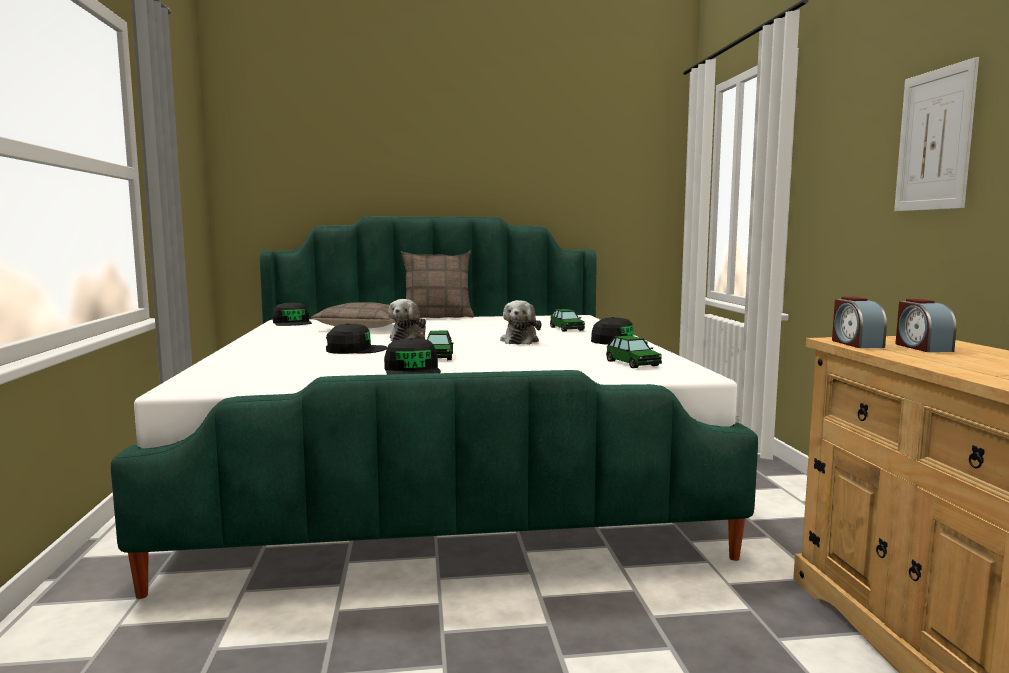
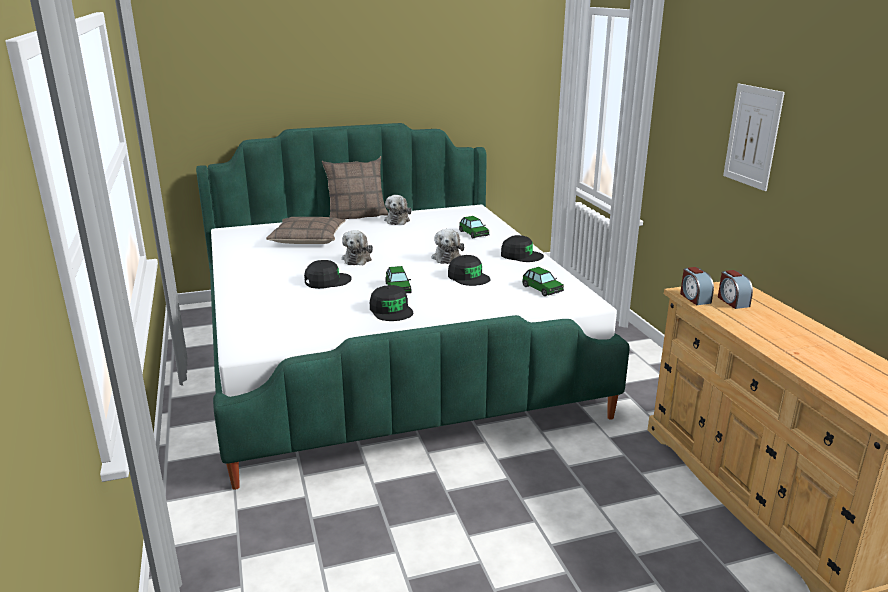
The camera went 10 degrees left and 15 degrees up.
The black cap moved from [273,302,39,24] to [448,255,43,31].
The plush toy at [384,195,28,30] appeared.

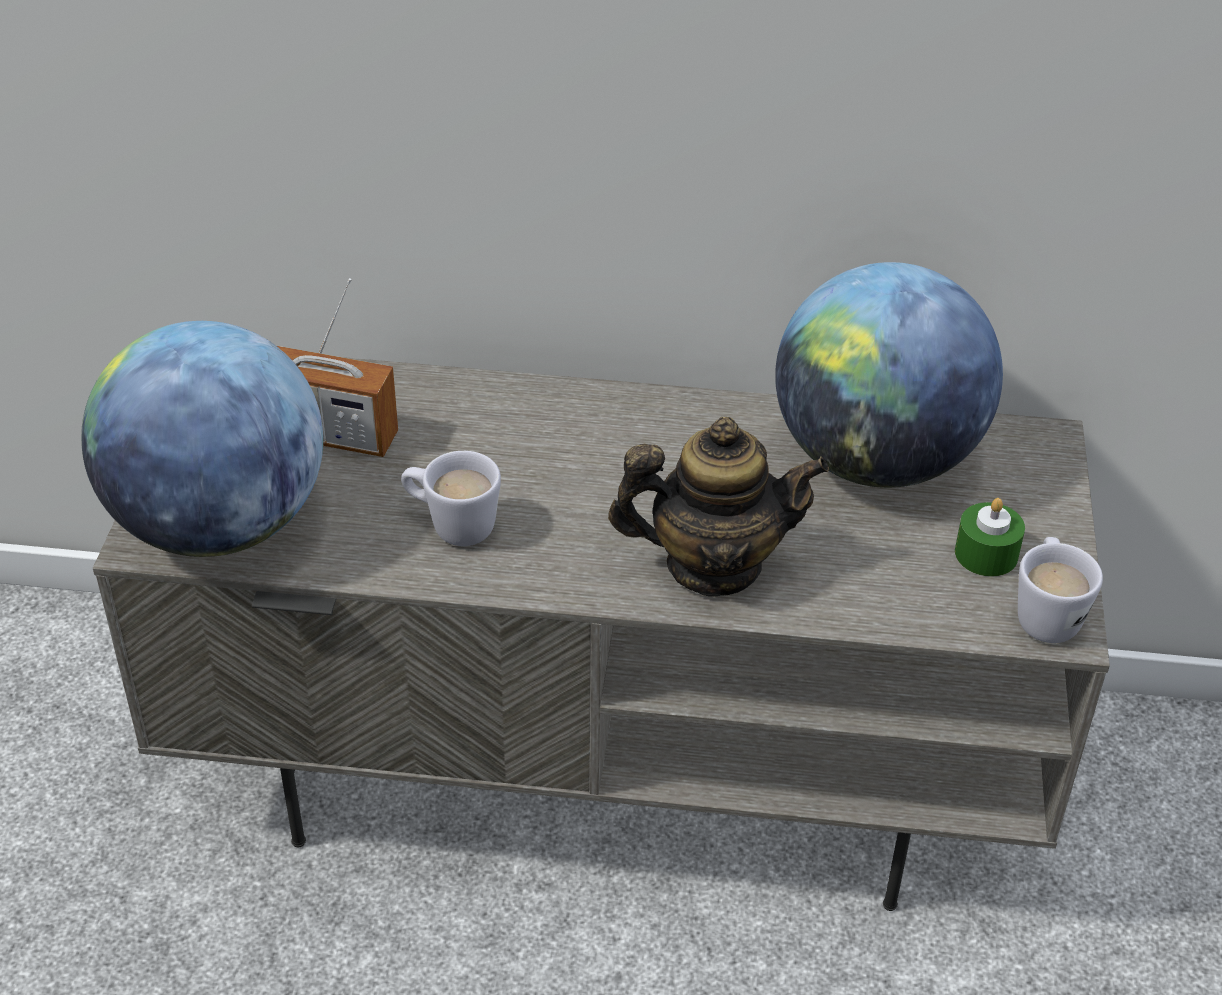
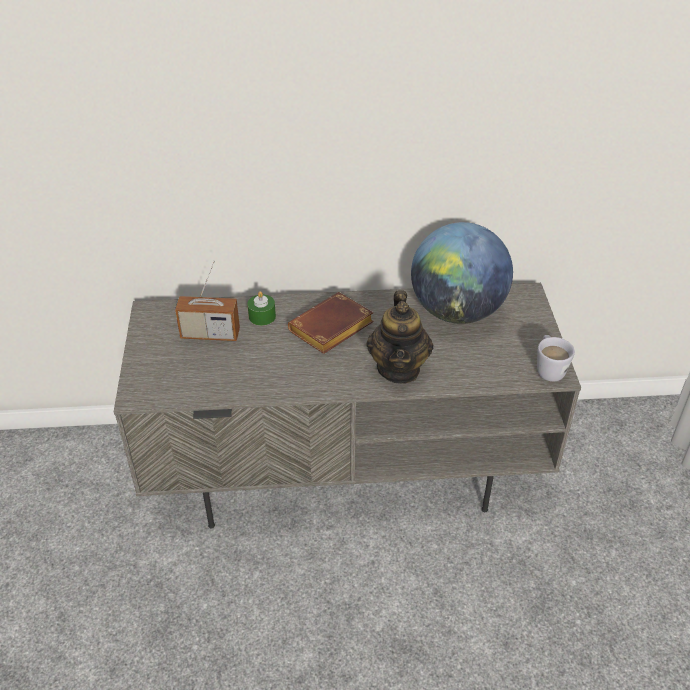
The camera went 10 degrees left and 0 degrees up.
The globe at [81,321,242,236] disappeared.
The white mug at [401,451,100,95] disappeared.
The teapot at [608,417,221,179] turned 105 degrees clockwise.
The green candle moved from [955,498,70,79] to [247,291,29,35].
The brown book at [288,292,86,62] appeared.

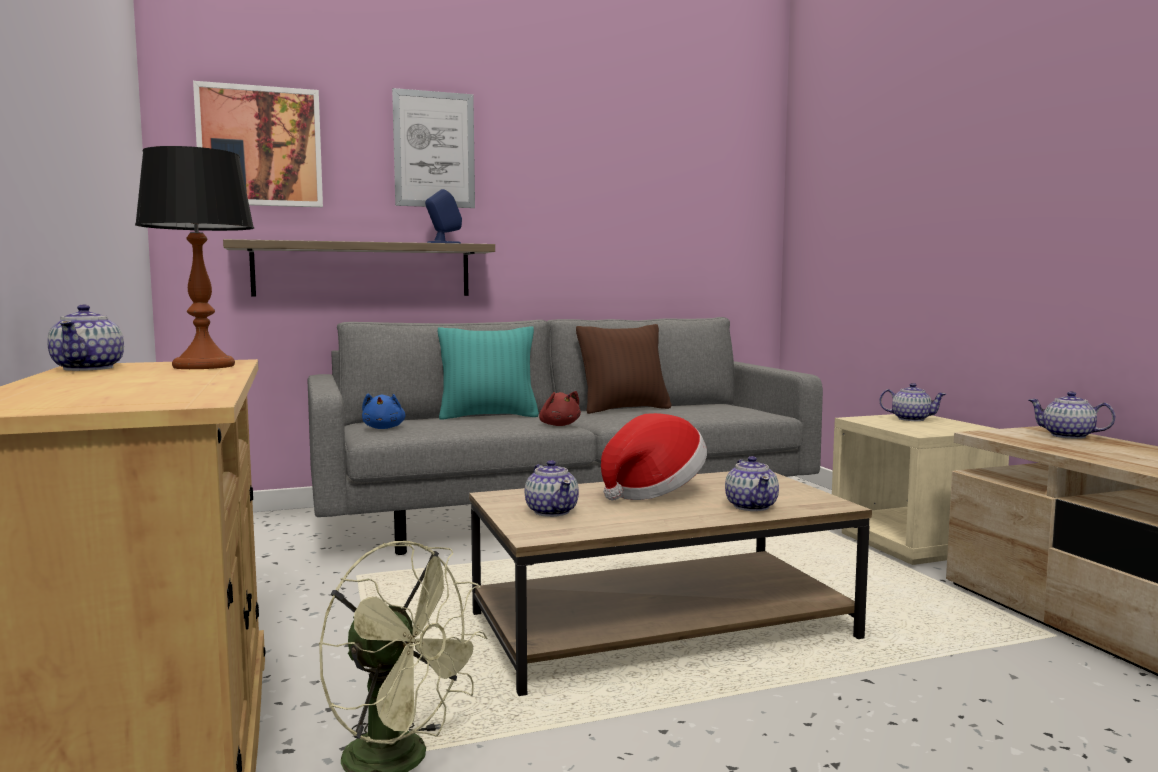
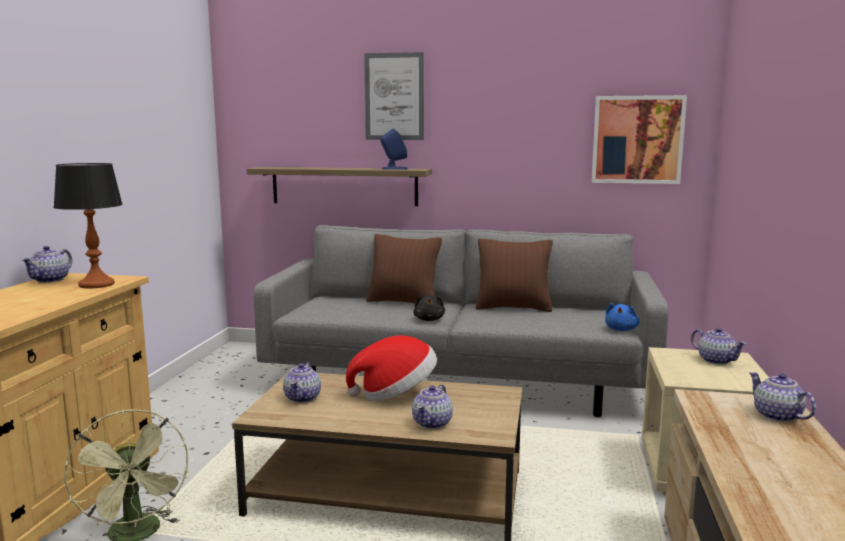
The camera went 30 degrees right and 5 degrees up.
The picture moved from [193,81,130,127] to [592,95,95,89].
The blue plush toy moved from [362,394,43,35] to [605,303,35,28].
The turquoise pillow at [438,326,101,94] became the brown pillow at [366,234,76,69].
The red plush toy at [539,391,42,35] became the black plush toy at [413,295,32,26].

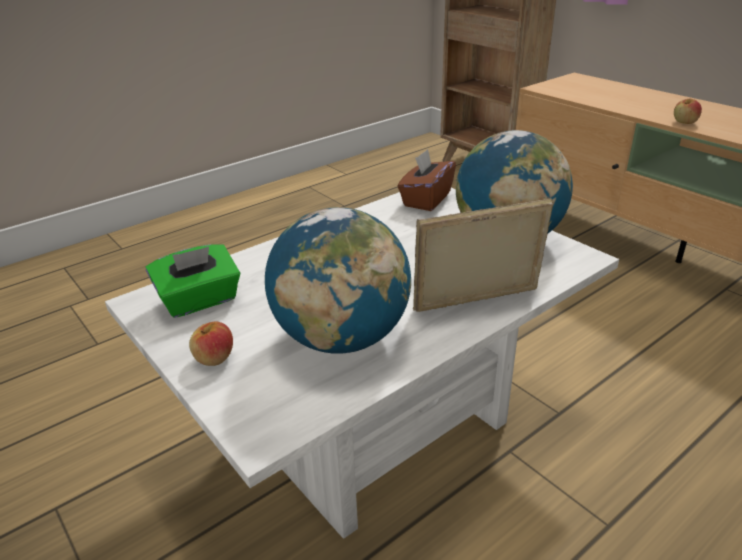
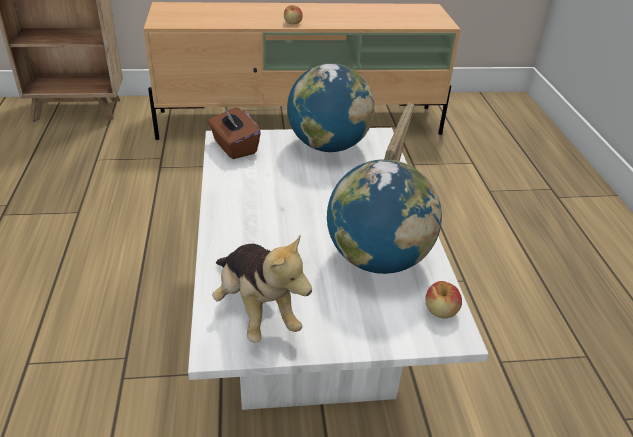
The camera went 60 degrees left and 5 degrees up.
The green tissue box at [146,244,94,74] was replaced by the plush toy at [213,234,99,109].
The apple moved from [189,321,44,45] to [425,281,37,37].

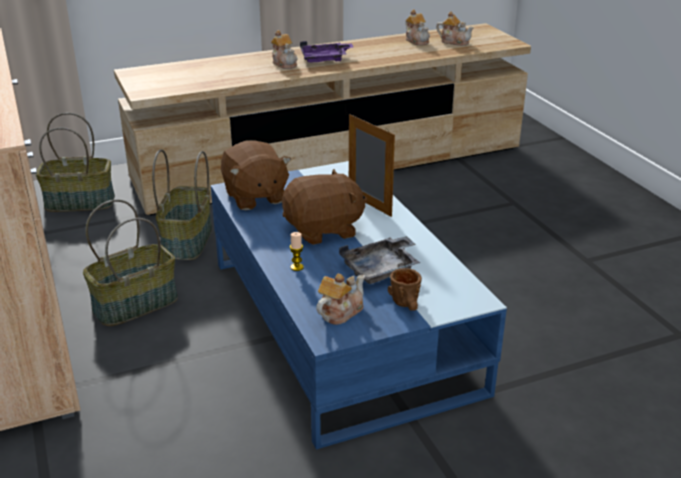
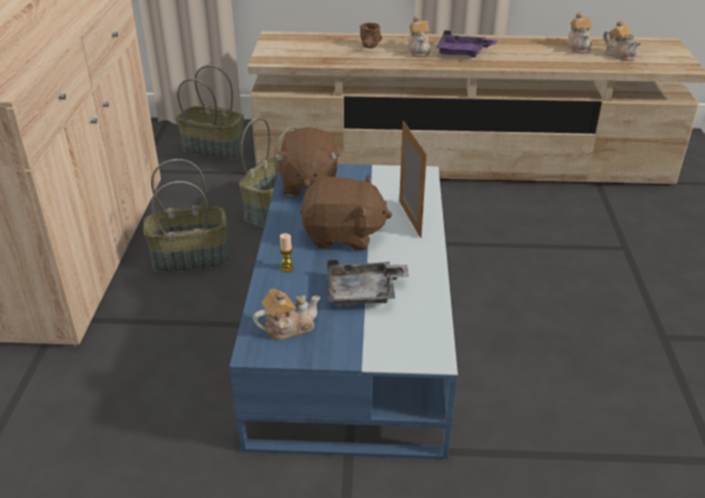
The camera went 25 degrees right and 5 degrees up.
The brown mug moved from [388,268,34,43] to [360,22,22,26].

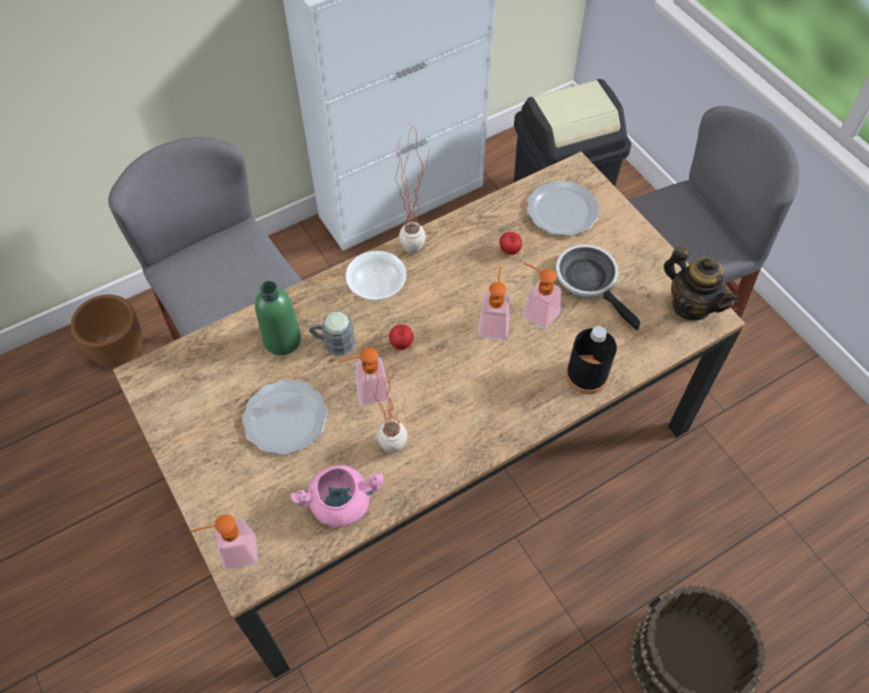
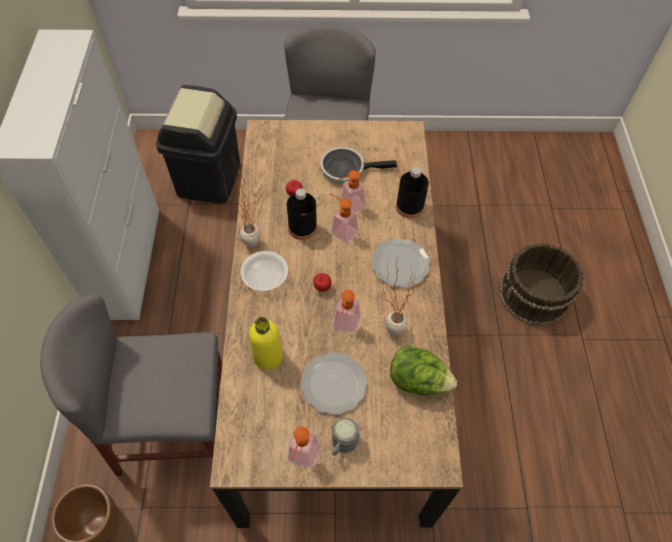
The camera went 60 degrees left and 0 degrees up.
The soap dispenser moved from [190,514,68,55] to [288,426,31,41].
The green bottle at [255,281,46,74] became the yellow bottle at [249,317,34,53].
The pink cooking pot at [290,465,94,63] was replaced by the lettuce at [390,346,67,50].
The grey mug moved from [309,311,47,45] to [332,418,27,38].
The plate moved from [527,181,72,55] to [371,238,59,50].
The teapot at [664,246,76,75] disappeared.
The black bottle at [287,189,30,51] appeared.

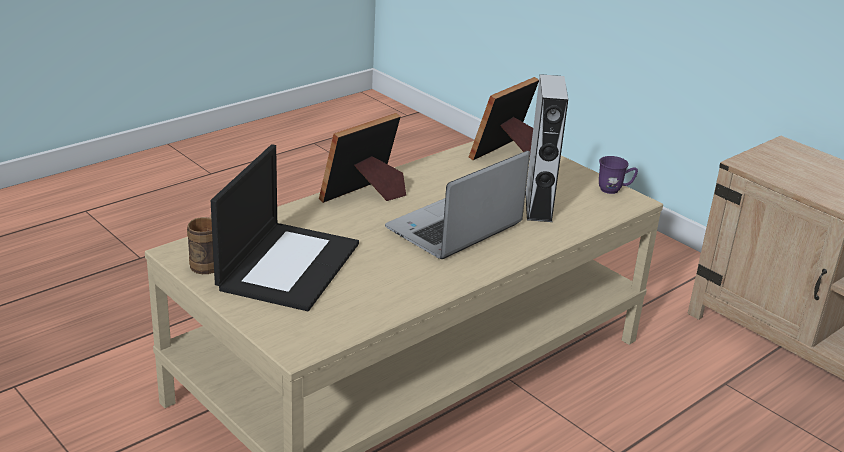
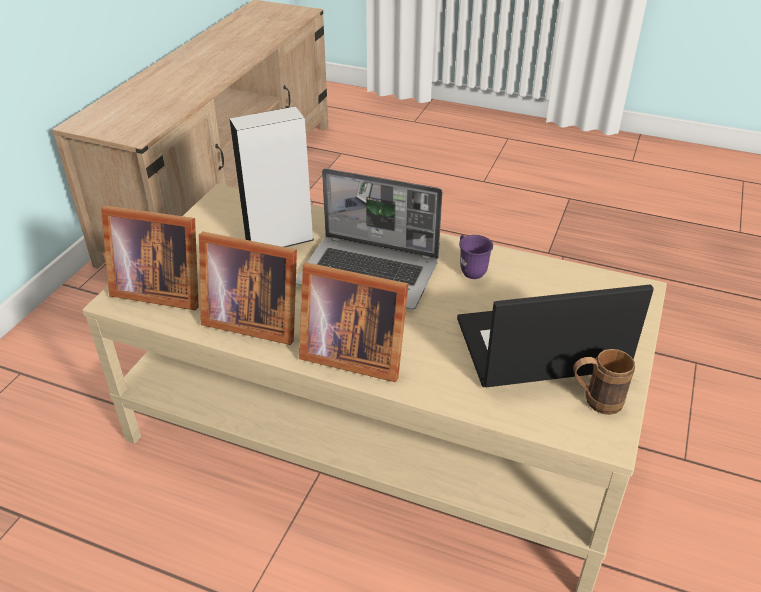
The camera went 115 degrees left and 10 degrees up.
The purple mug moved from [599,156,39,38] to [459,235,34,44].
The picture frame at [199,232,98,113] appeared.

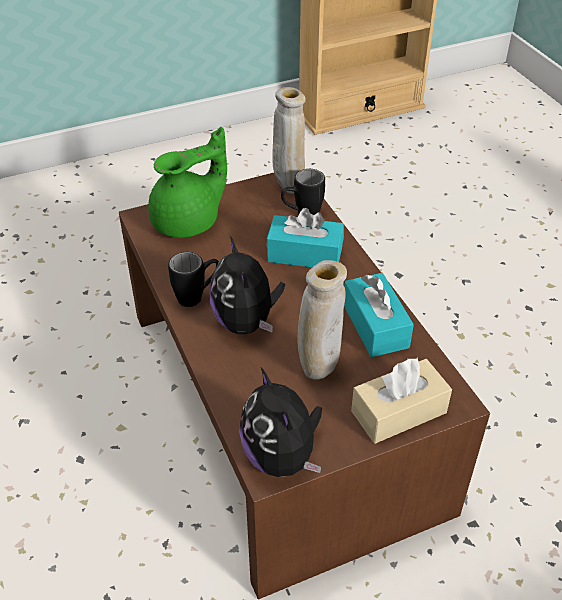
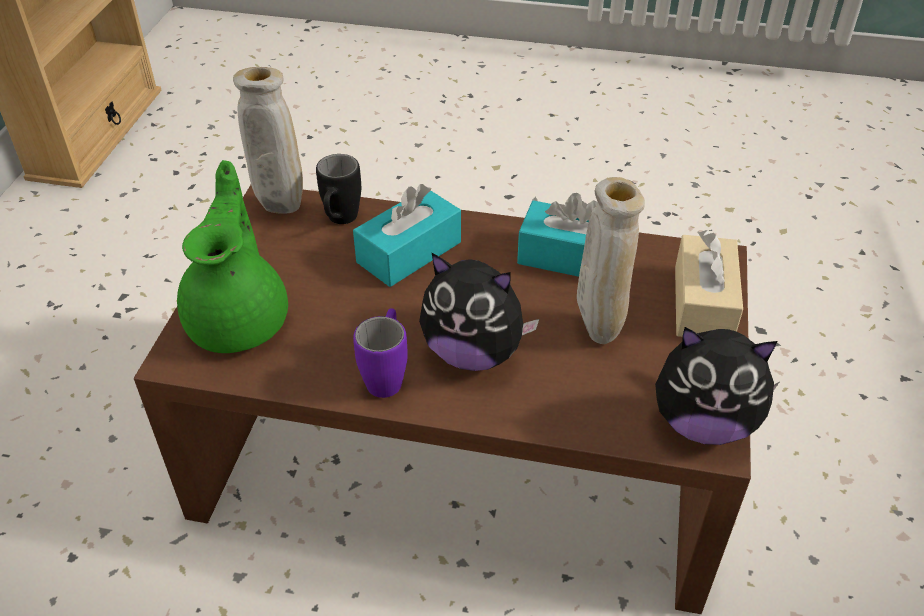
The camera went 55 degrees left and 0 degrees up.
The black mug at [168,252,51,55] became the purple mug at [353,308,55,90].

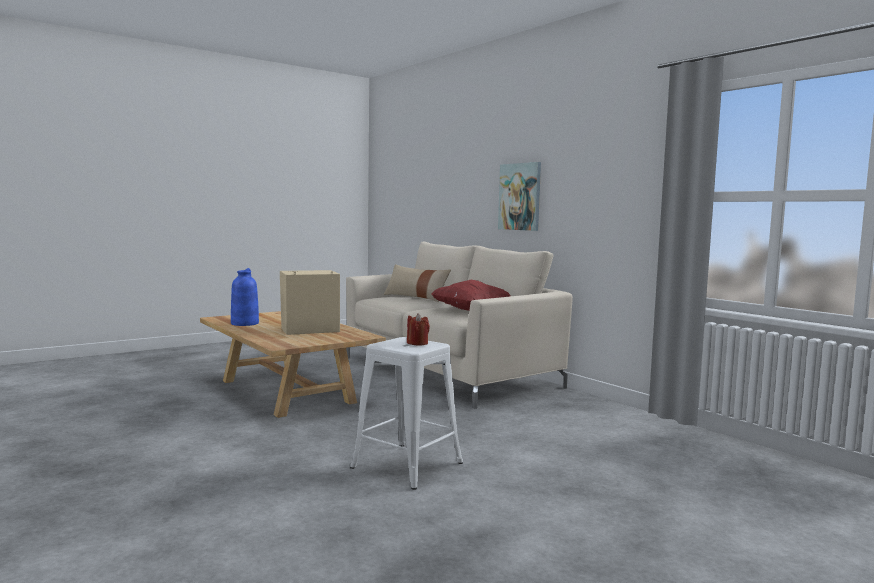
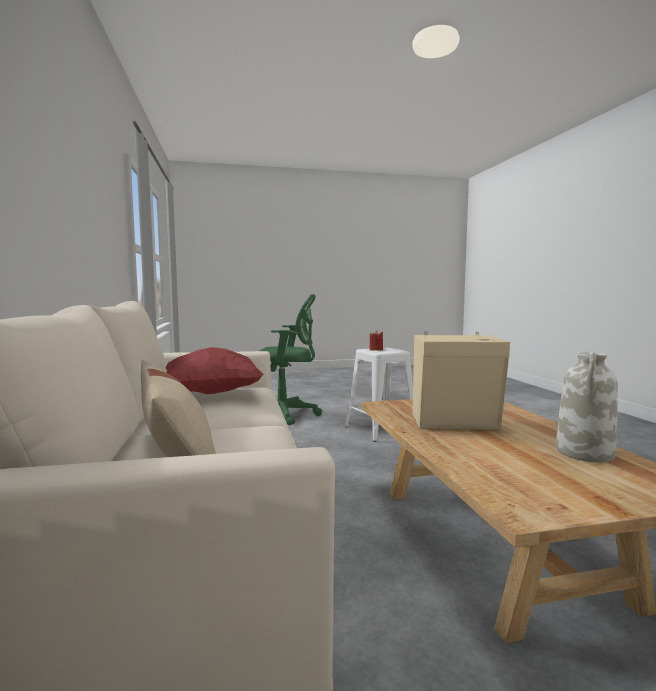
The camera went 155 degrees left and 0 degrees up.
The blue vase at [231,268,28,58] became the white vase at [556,352,62,111].
The picture at [498,162,43,69] disappeared.
The green office chair at [259,294,63,131] appeared.

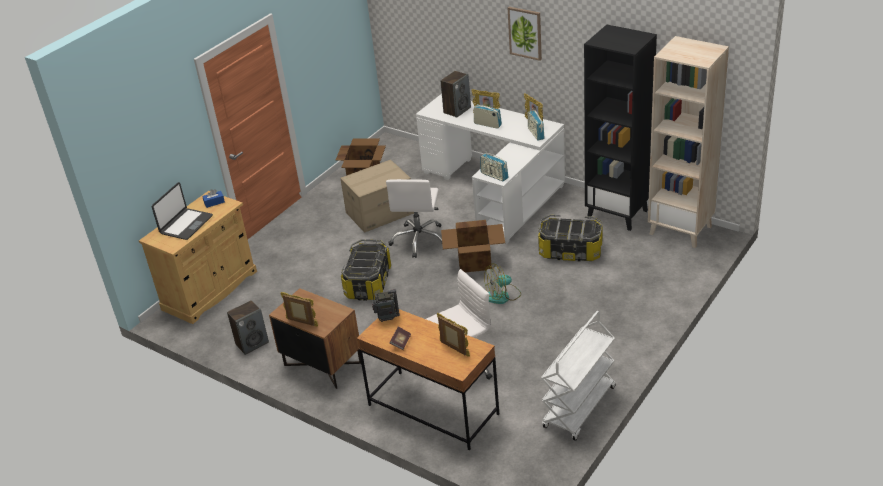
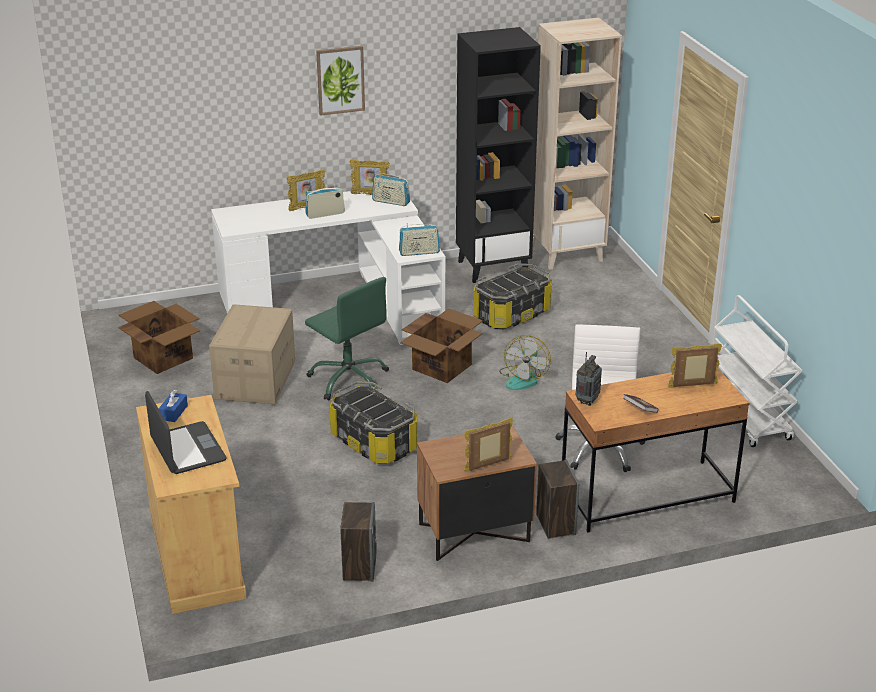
The camera went 55 degrees left and 5 degrees down.
The white office chair at [386,179,56,79] became the green office chair at [305,277,84,124].
The speaker moved from [441,71,30,47] to [536,460,43,79].

